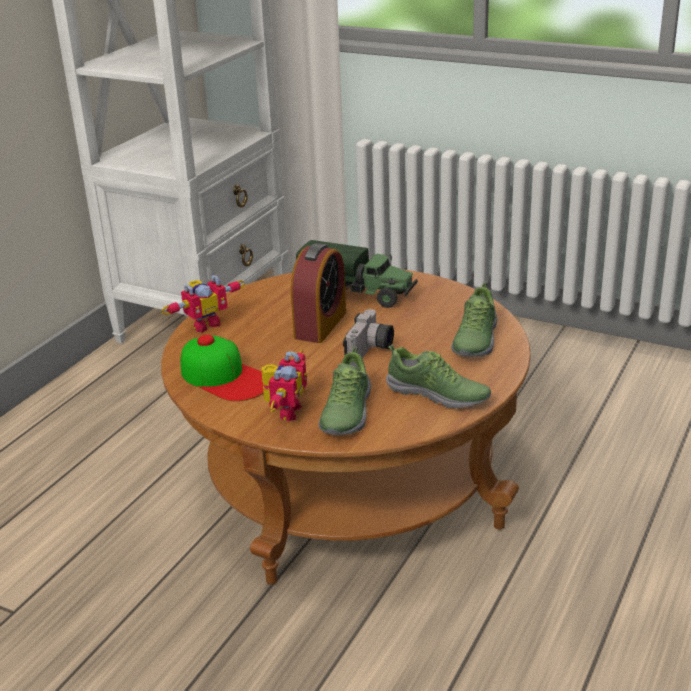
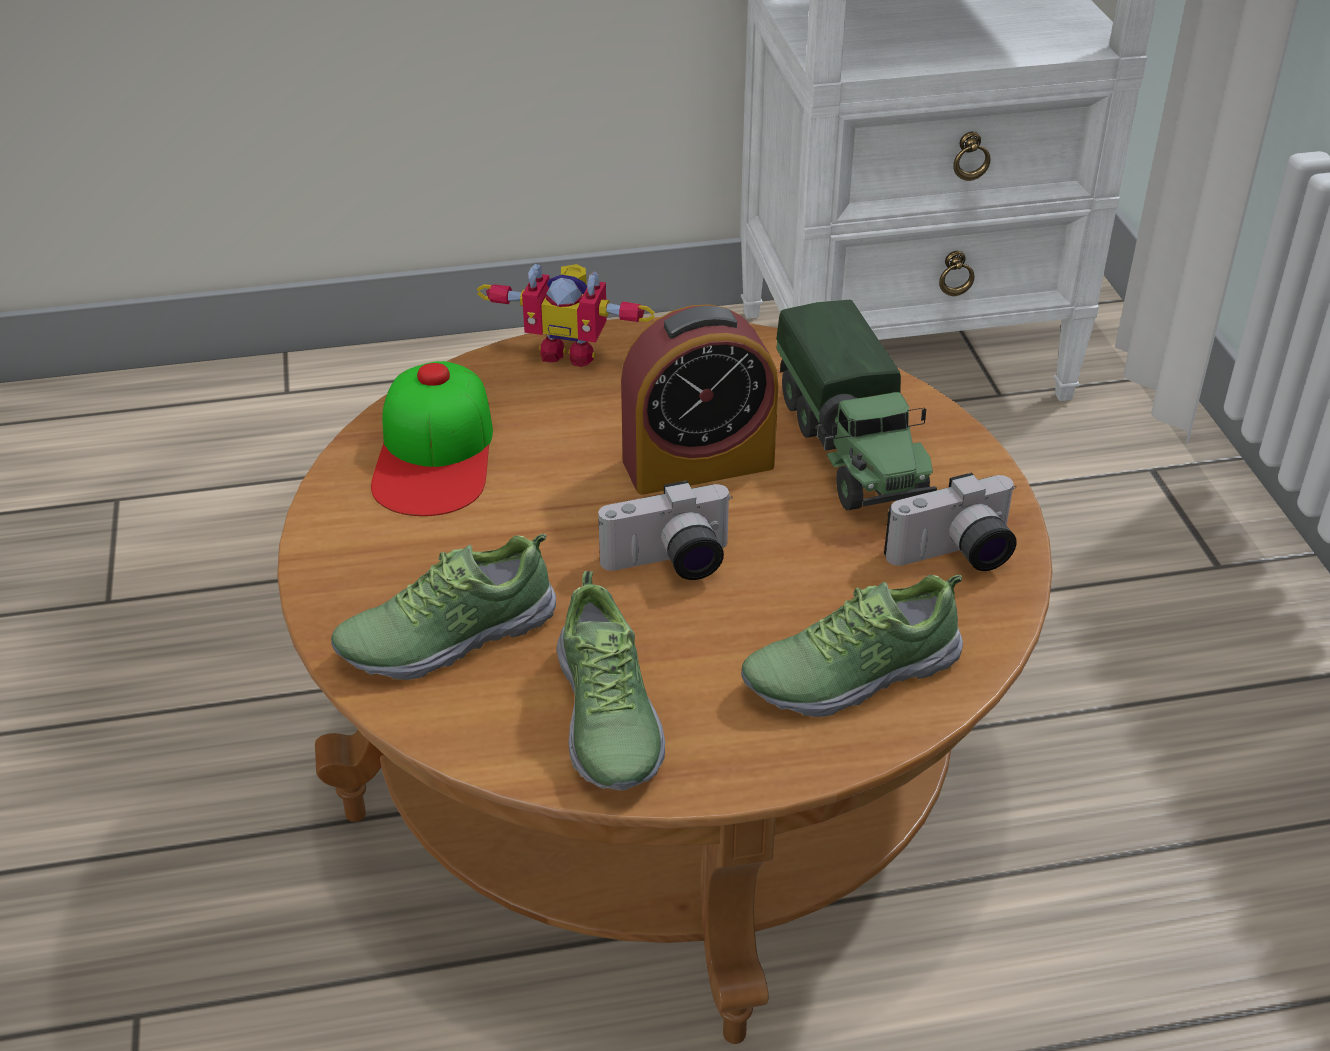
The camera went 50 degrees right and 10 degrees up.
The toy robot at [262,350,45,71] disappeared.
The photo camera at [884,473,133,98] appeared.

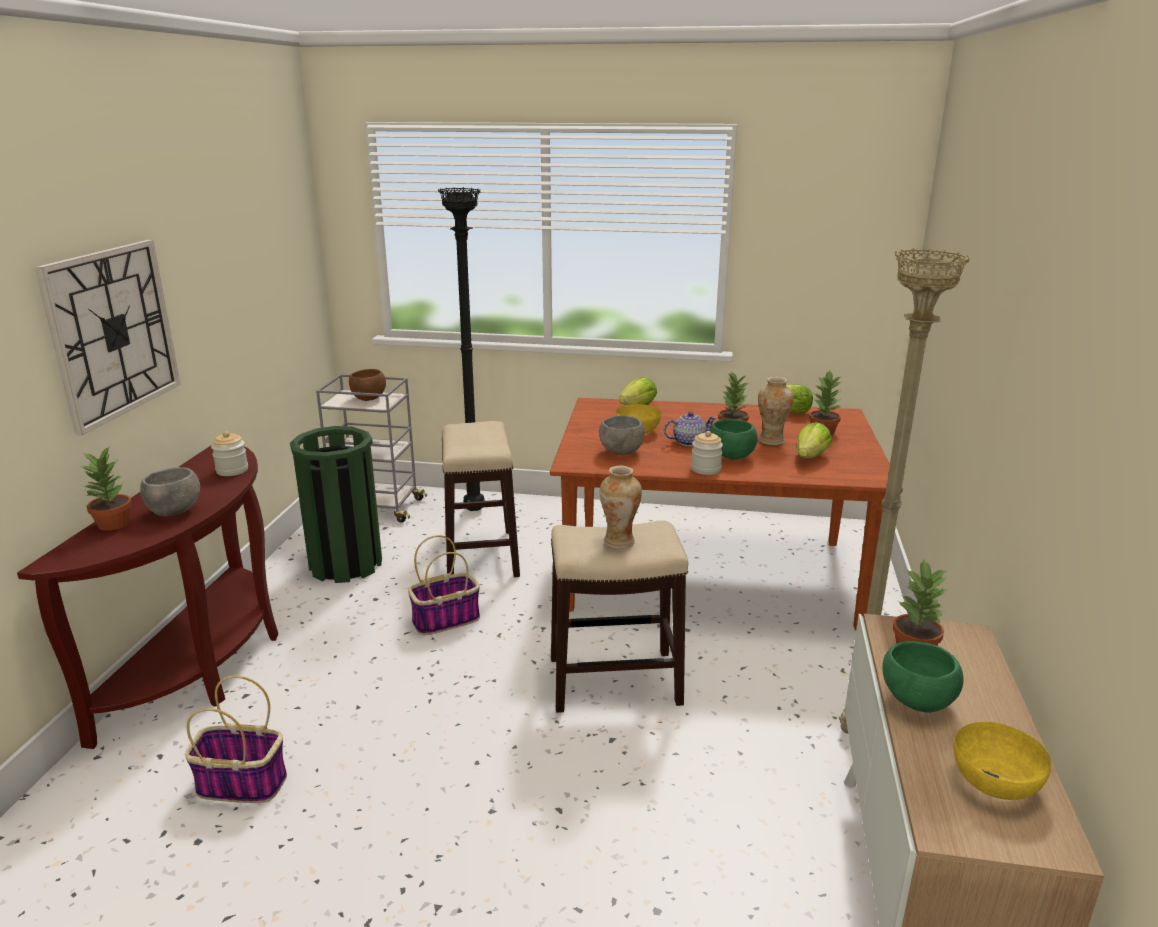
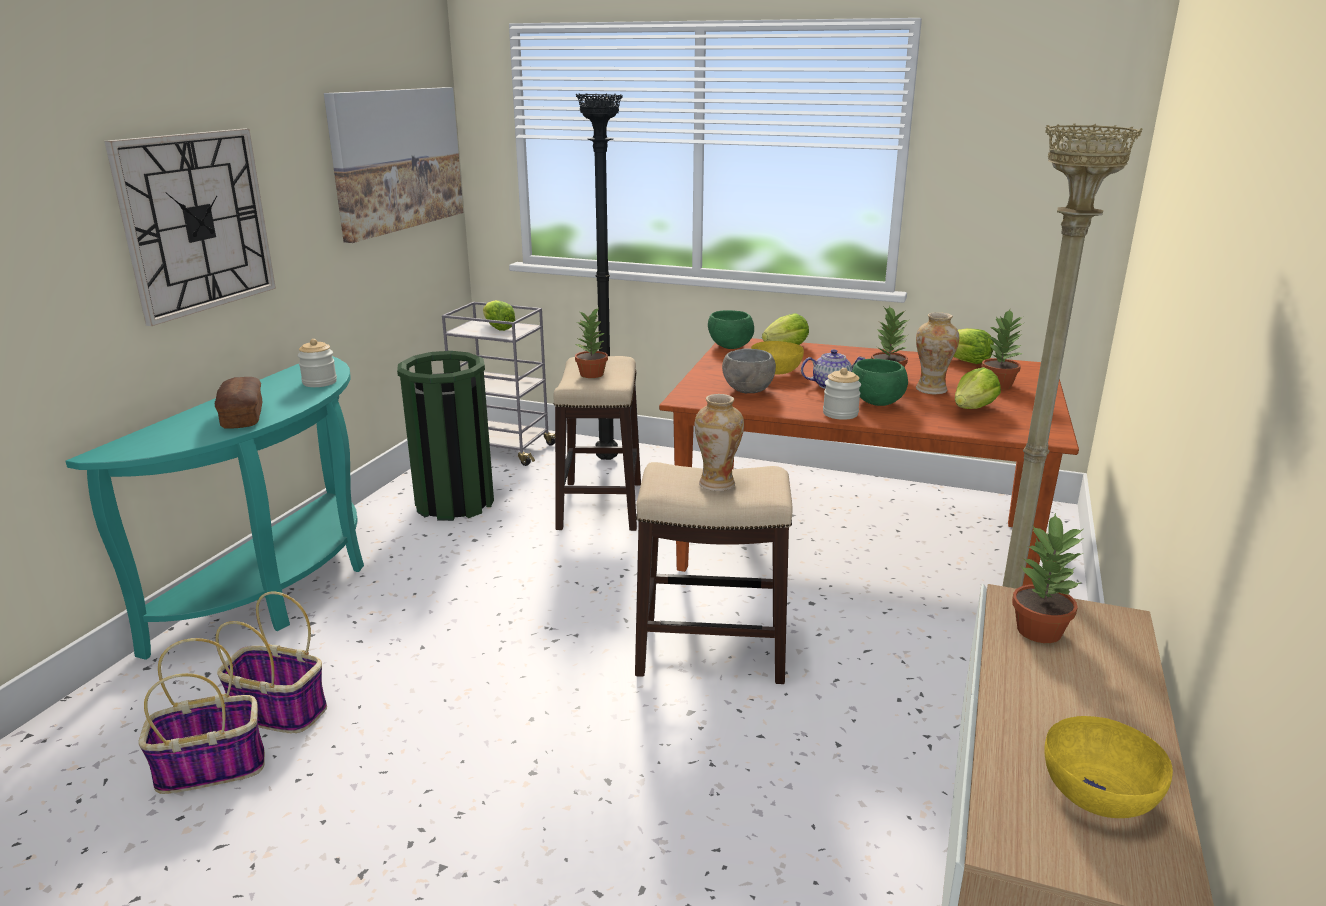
The camera went 10 degrees right and 0 degrees up.
The brown console table at [17,445,261,304] became the turquoise console table at [65,356,299,304].
The potted plant moved from [80,446,52,85] to [574,308,34,70].
The grey bowl at [140,467,60,49] was replaced by the bread at [215,377,48,52].
The brown bowl at [349,369,37,32] was replaced by the lettuce at [483,300,33,31].
The basket moved from [408,535,72,100] to [138,638,127,156].
The green bowl moved from [882,641,82,72] to [708,310,46,39].
The picture at [324,87,139,156] appeared.

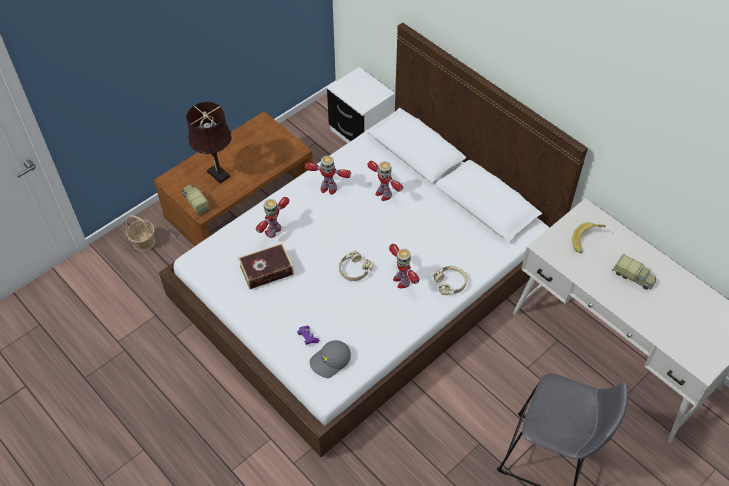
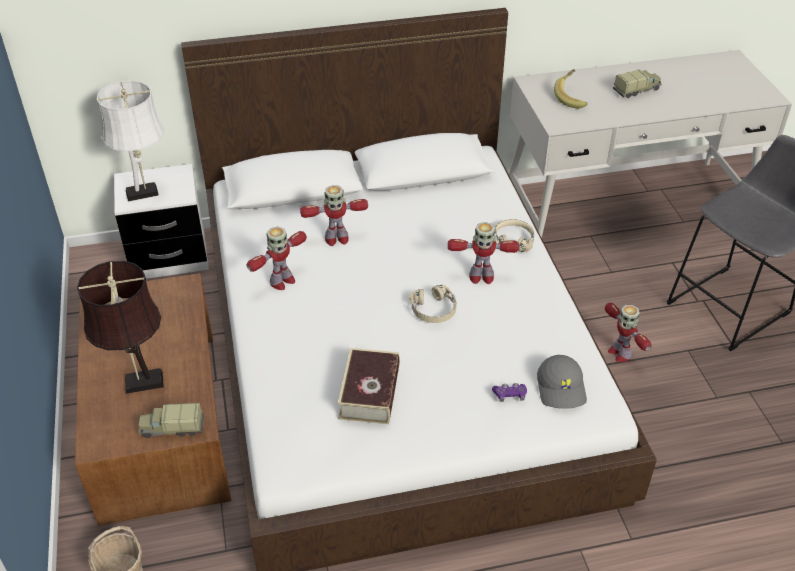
The camera went 60 degrees left and 10 degrees down.
The toy robot moved from [256,197,33,41] to [605,303,47,59].
The white table lamp at [97,81,67,121] appeared.

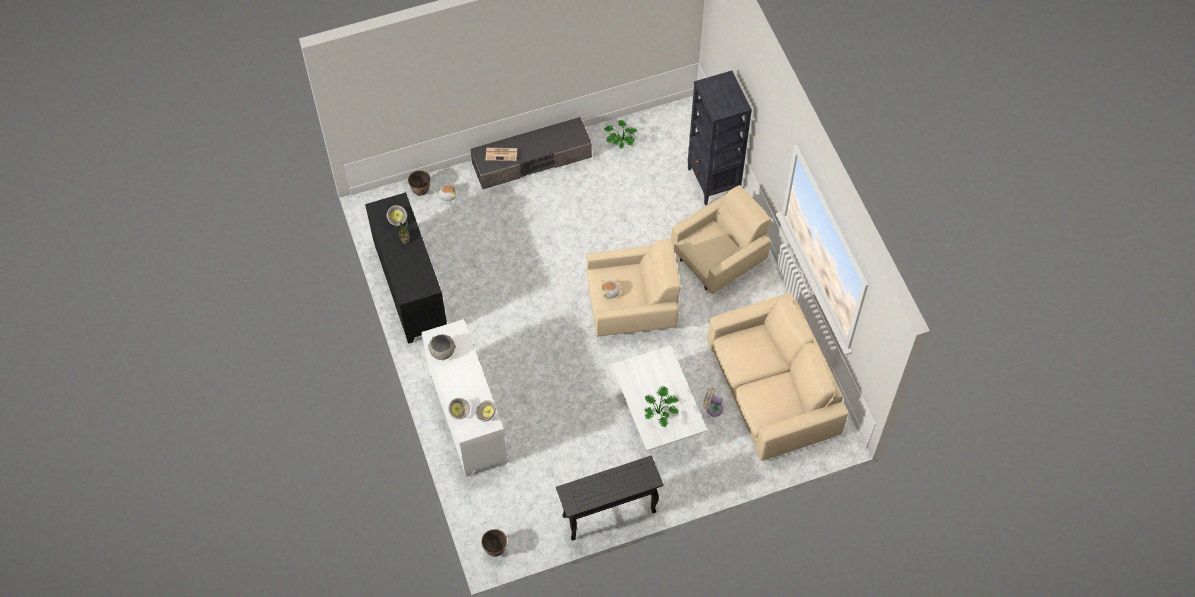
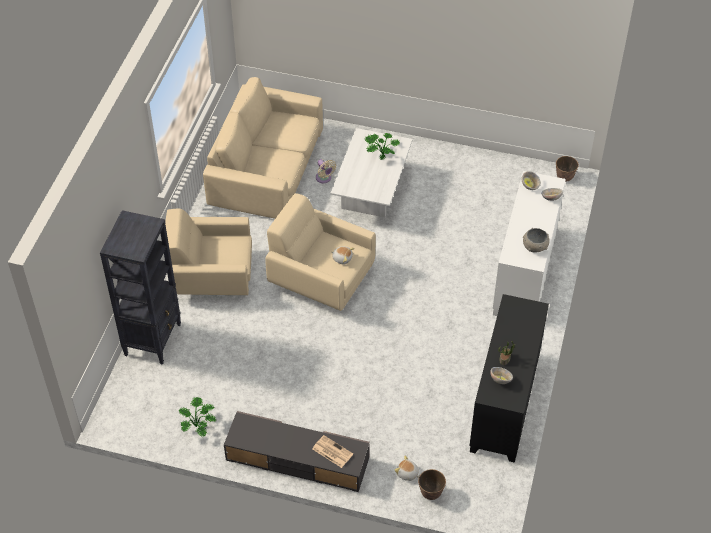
The camera went 145 degrees left and 10 degrees down.
The black console table at [556,455,108,86] disappeared.

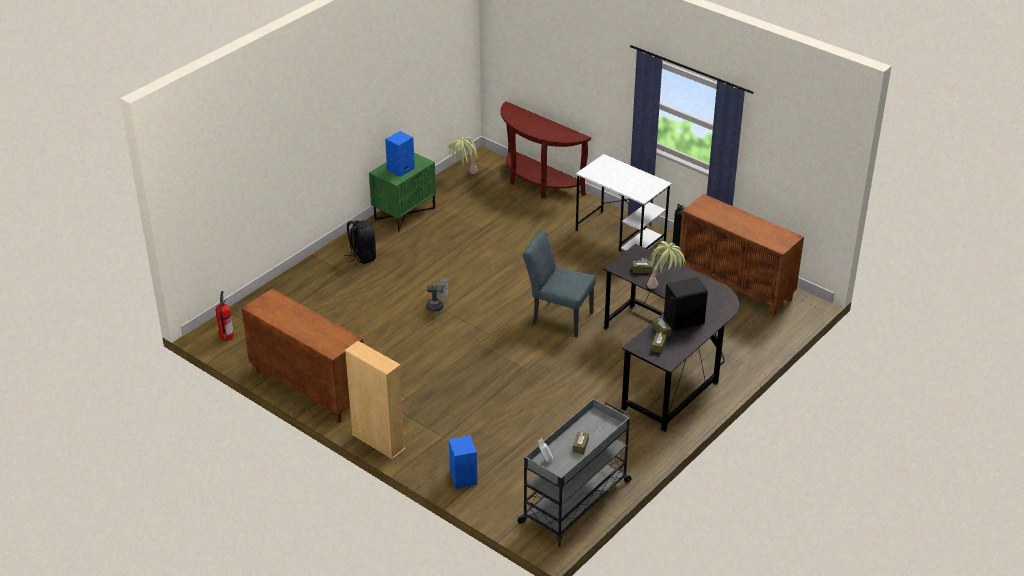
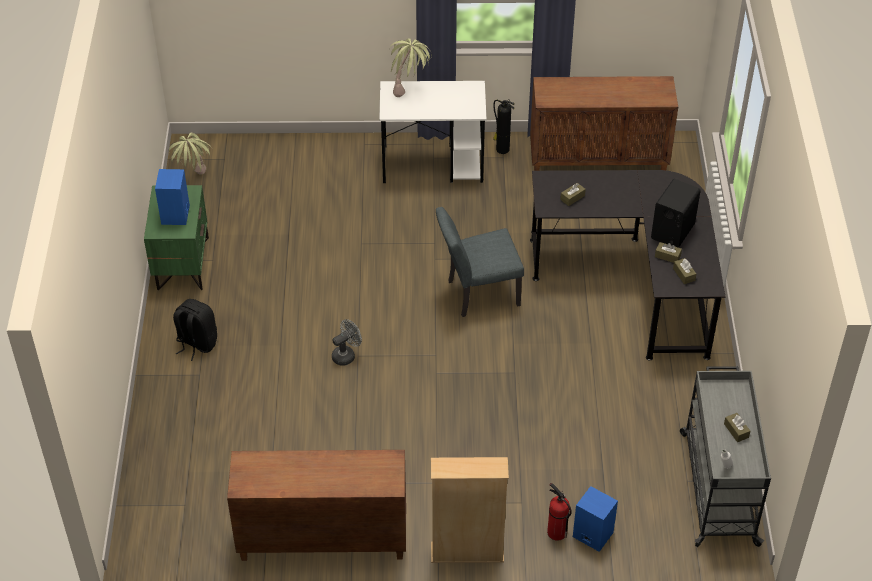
The camera went 40 degrees left and 10 degrees up.
The fire extinguisher moved from [216,291,18,50] to [547,483,25,58].
The brown console table at [500,101,91,98] disappeared.
The potted plant moved from [647,241,39,48] to [389,39,43,58].

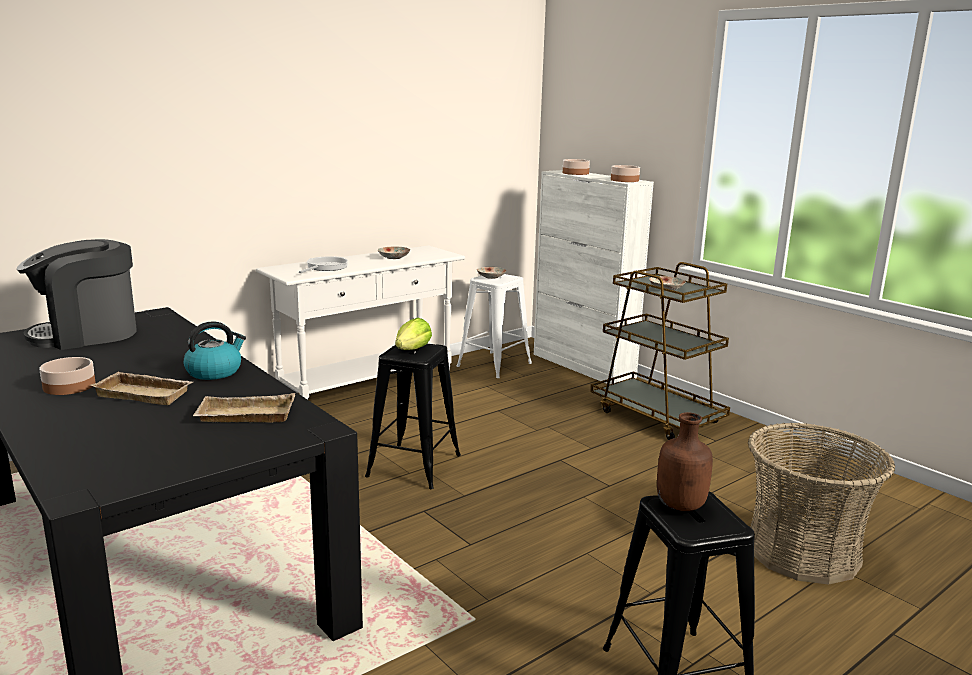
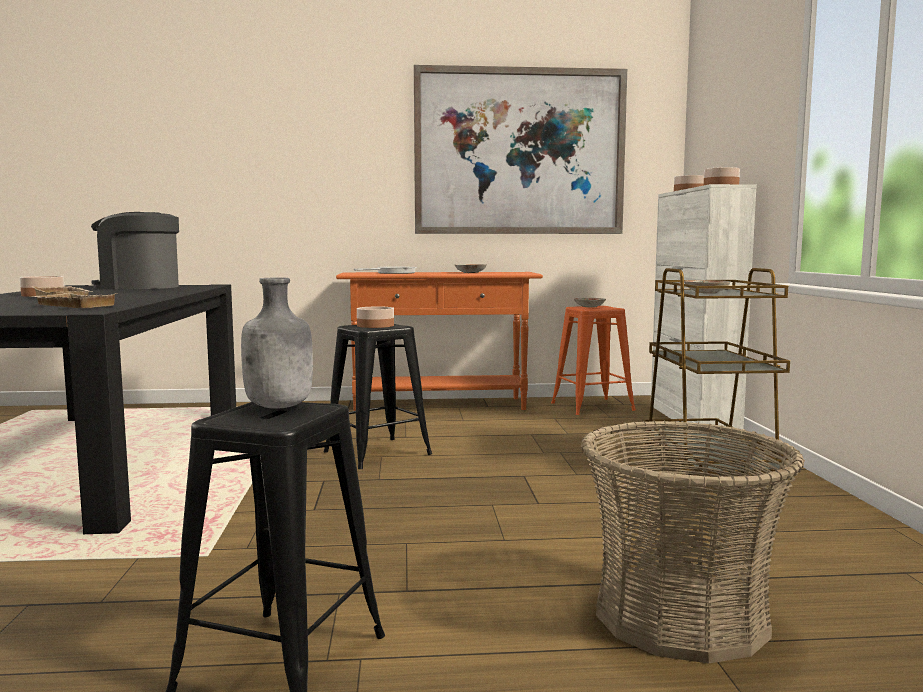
The camera went 35 degrees right and 10 degrees down.
The kettle at [183,321,63,59] disappeared.
The white console table at [256,246,209,154] became the orange console table at [336,272,207,139].
The lettuce at [395,318,37,32] was replaced by the bowl at [357,306,37,22].
The white stool at [457,274,75,104] became the orange stool at [551,306,85,109].
The brown bottle at [657,412,56,99] became the grey bottle at [241,278,72,131].
The picture at [414,65,213,169] appeared.

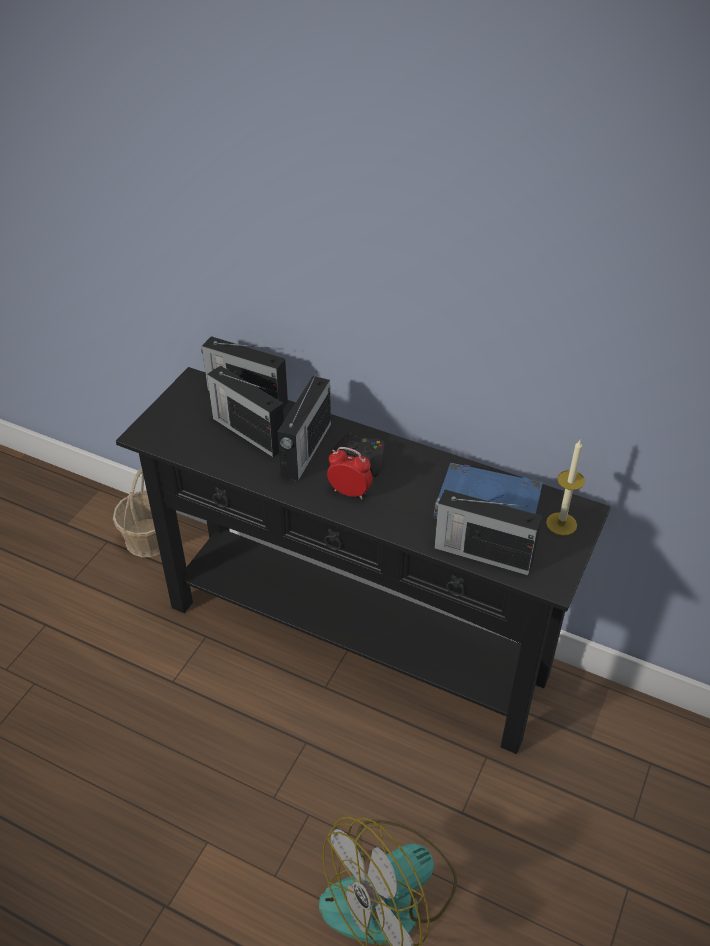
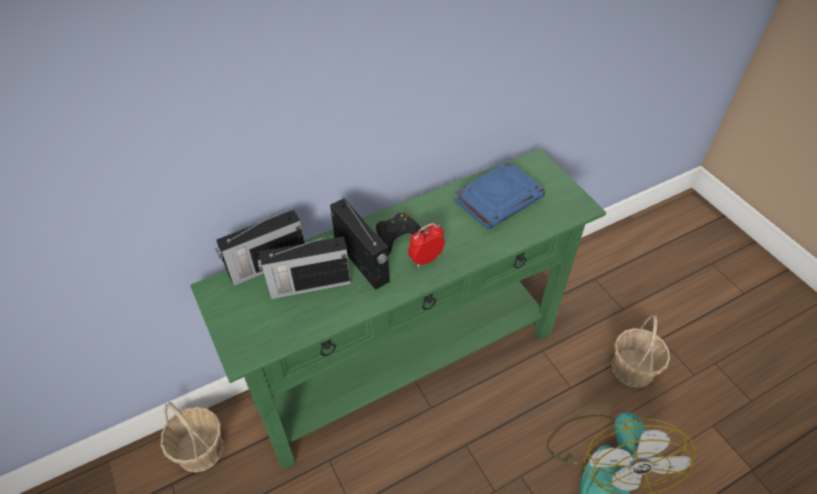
The camera went 55 degrees left and 5 degrees up.
The black console table at [116,367,495,387] became the green console table at [190,148,416,322].
The radio at [434,490,108,85] disappeared.
The candle at [546,440,39,96] disappeared.
The basket at [611,315,59,73] appeared.

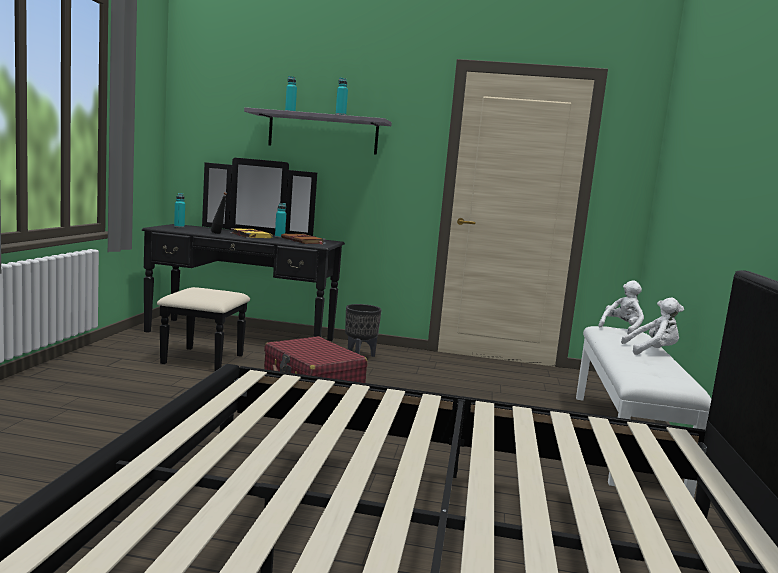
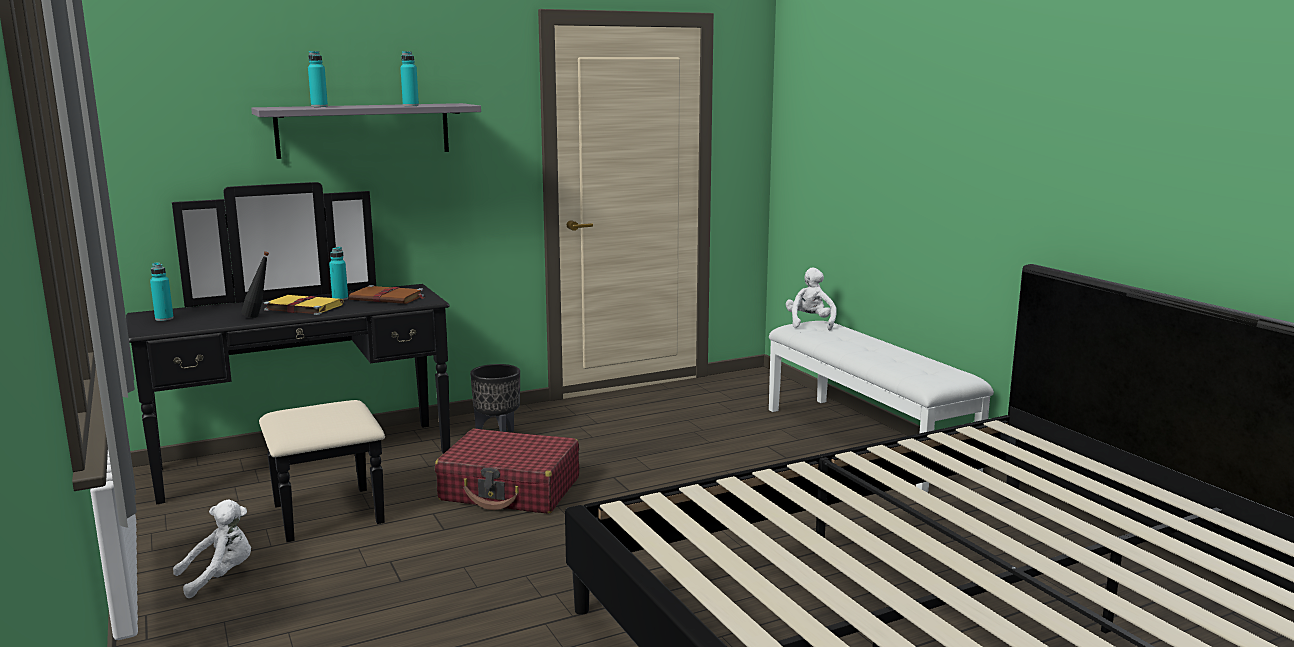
The camera went 35 degrees left and 5 degrees up.
The white plush toy moved from [621,298,63,57] to [173,500,78,98].

